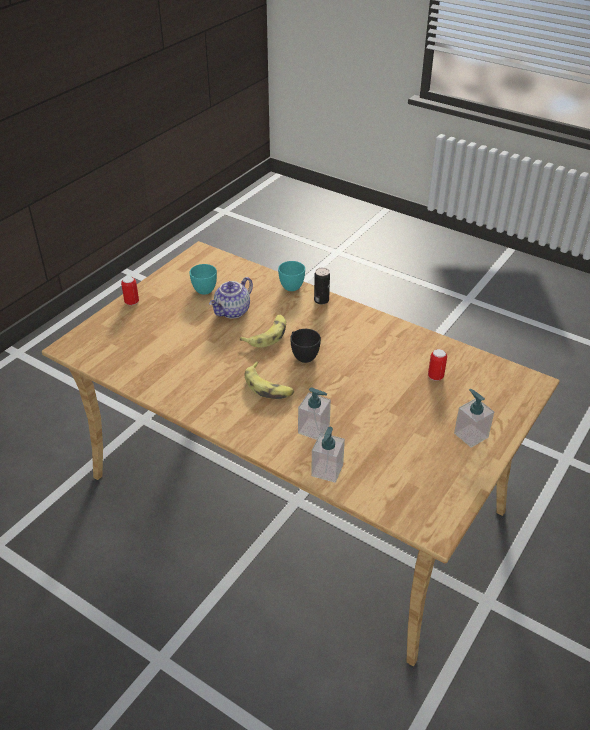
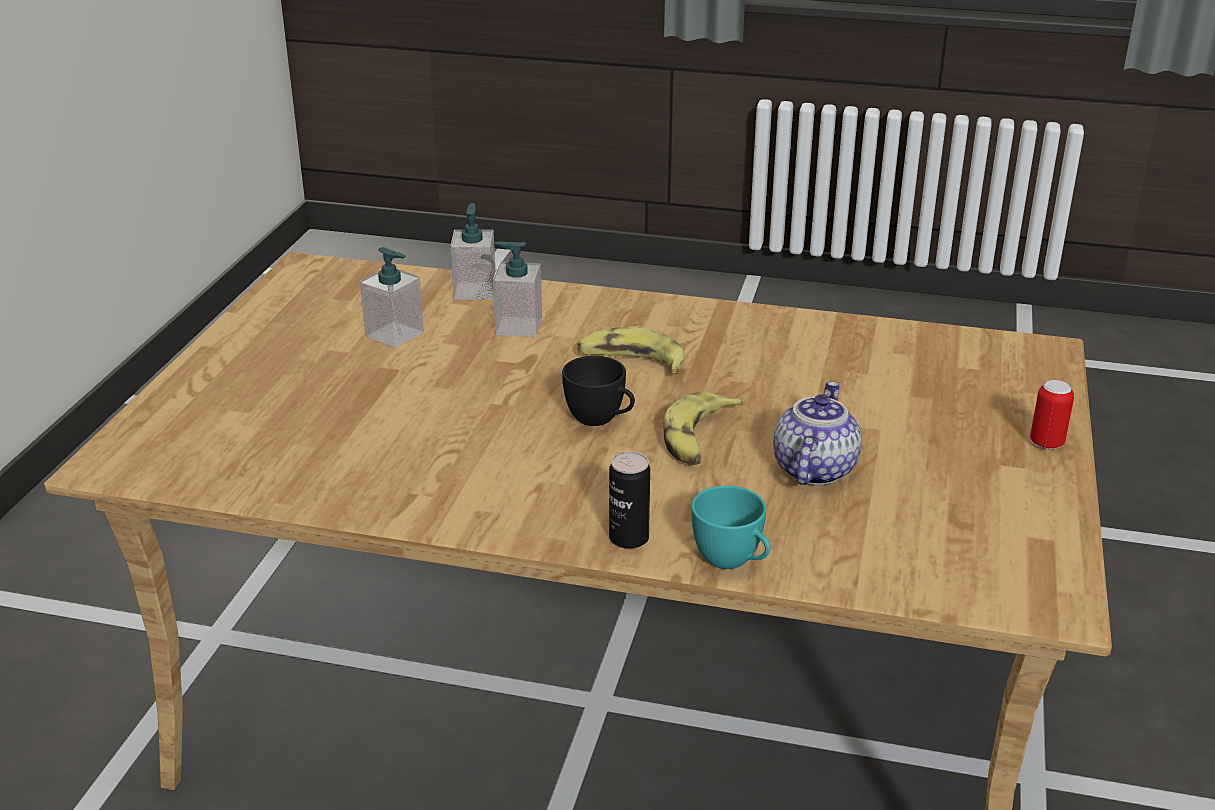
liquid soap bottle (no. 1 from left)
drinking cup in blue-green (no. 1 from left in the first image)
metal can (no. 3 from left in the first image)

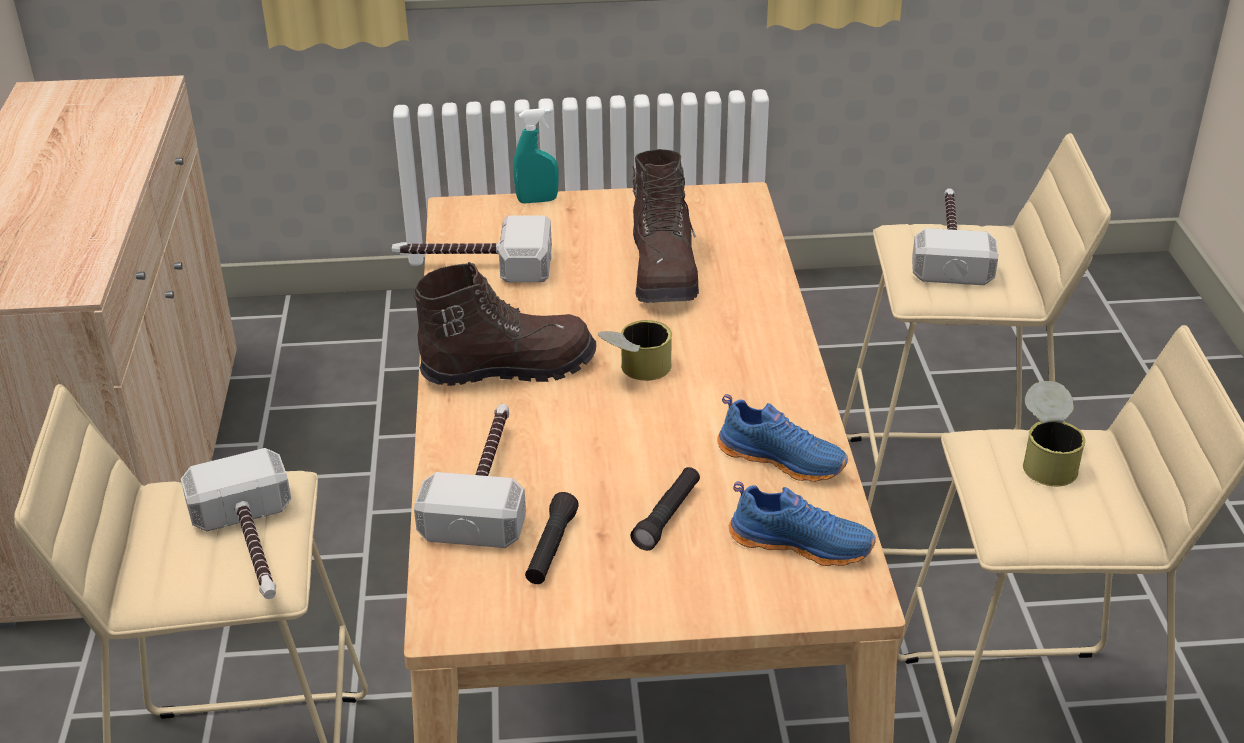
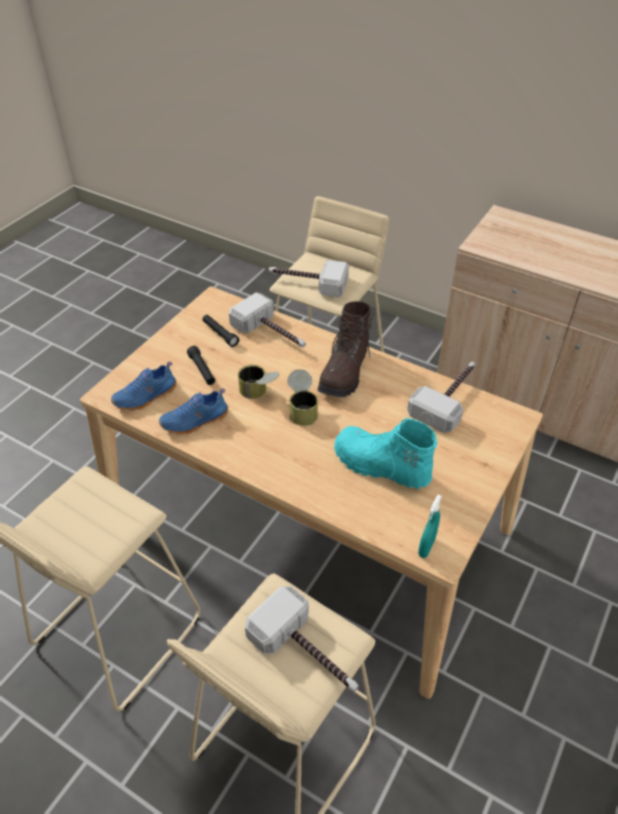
metal can (no. 1 from left)
high-top boot in blue-green
sprayer in blue-green

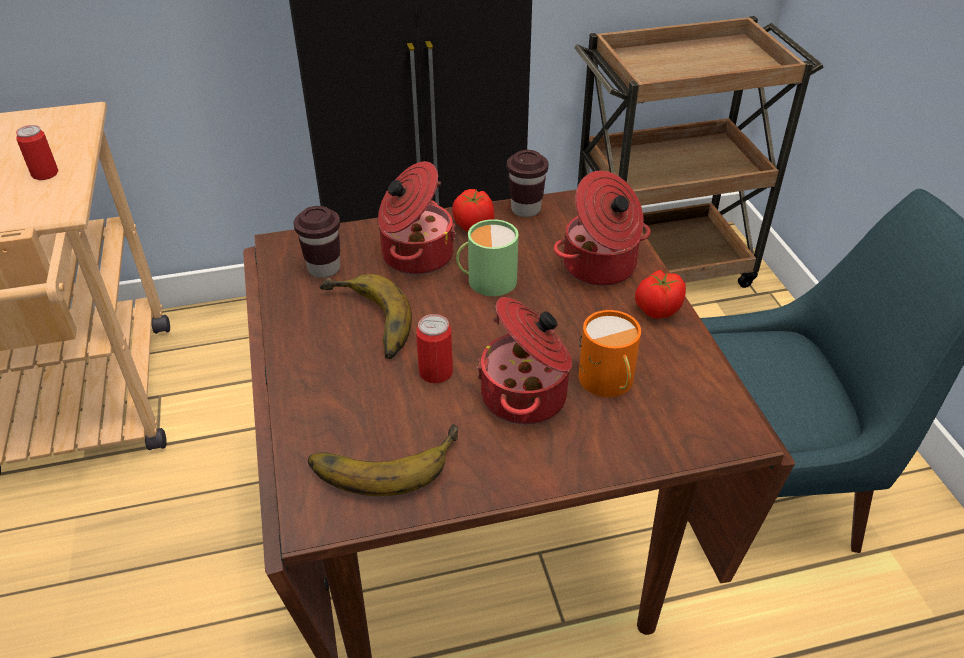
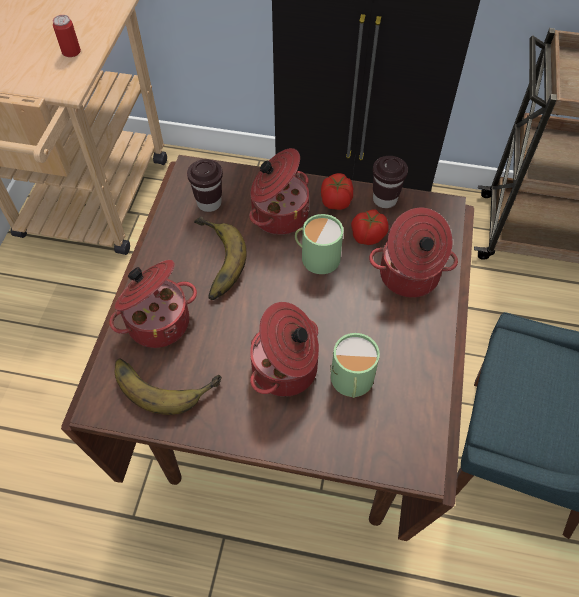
stockpot (no. 1 from left)
coffee mug in green-coloured (no. 2 from left)
fresh tomato (no. 2 from left)
metal can (no. 2 from left in the first image)

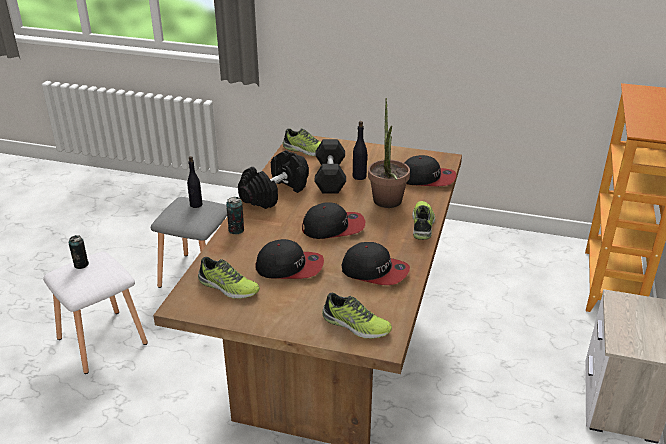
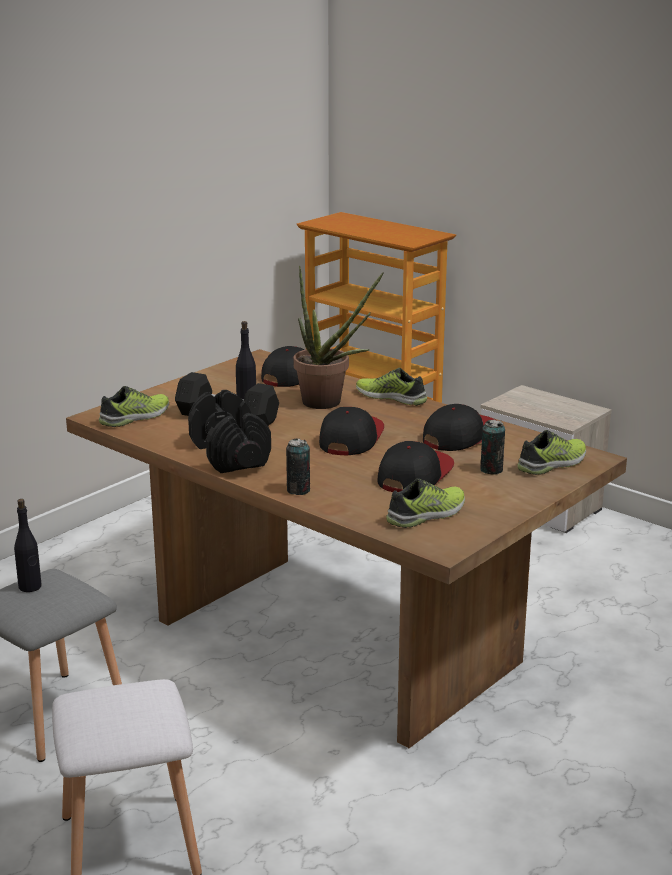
metal can (no. 2 from left)

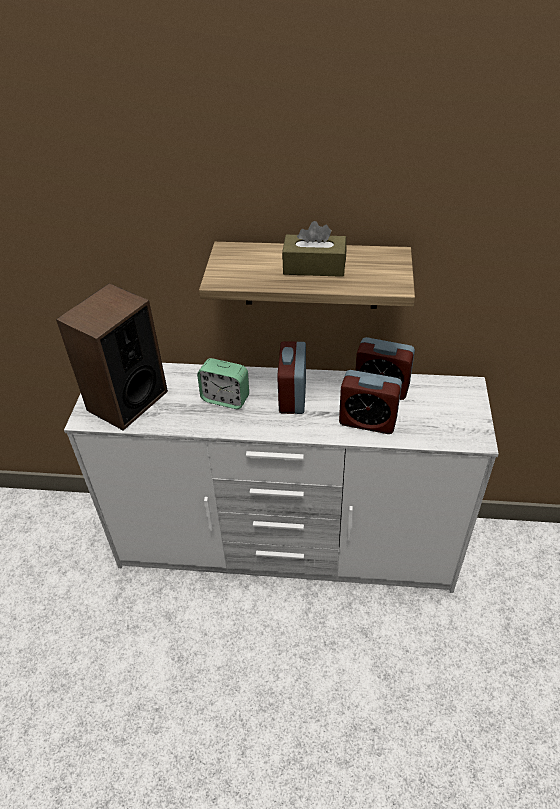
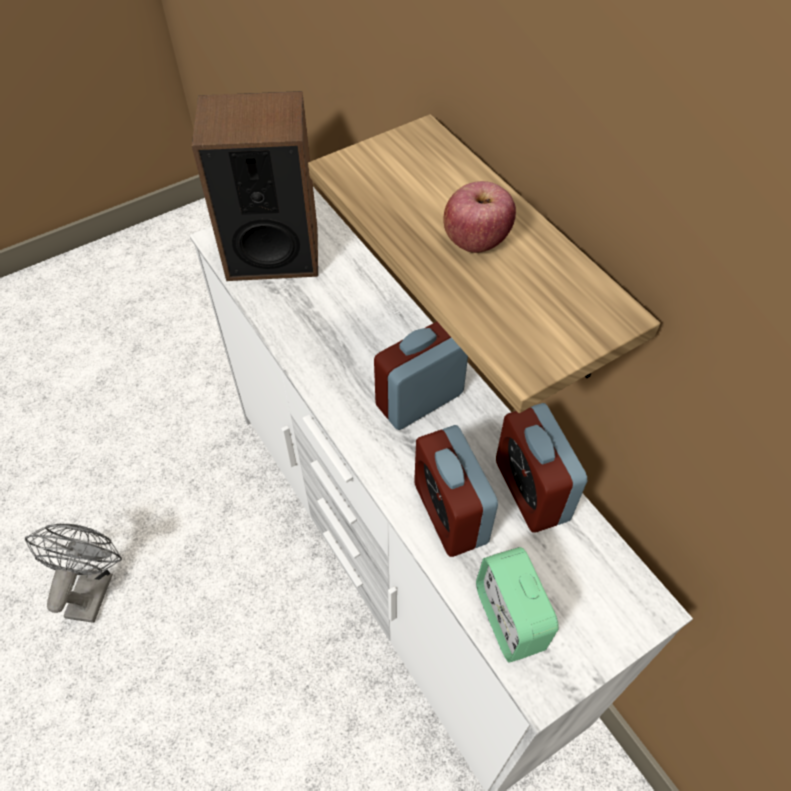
electric fan in gray
apple fruit
bedside clock (no. 3 from left)

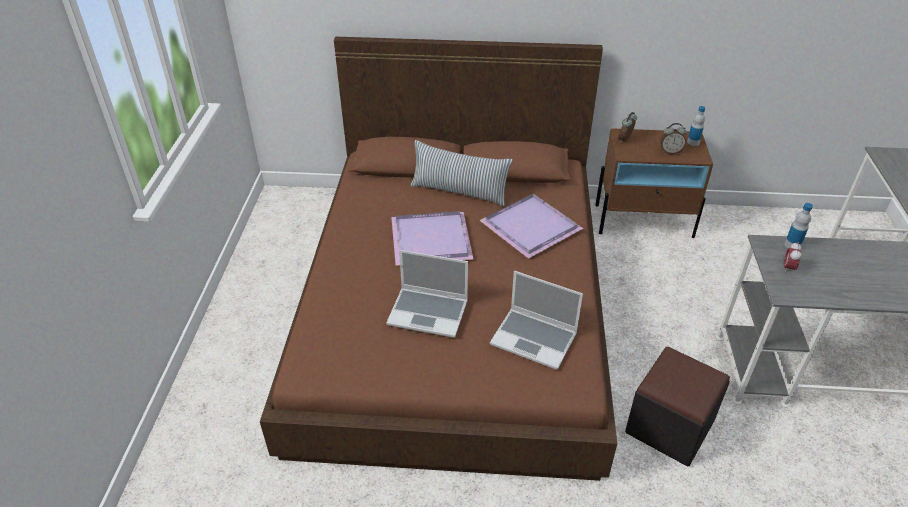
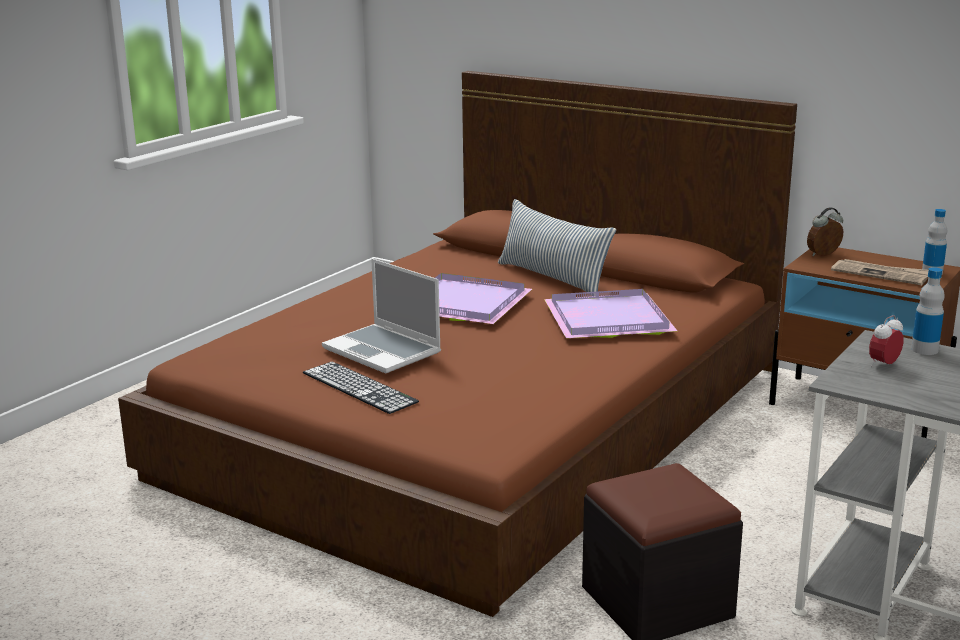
keyboard
daily paper
notebook computer (no. 2 from left in the first image)

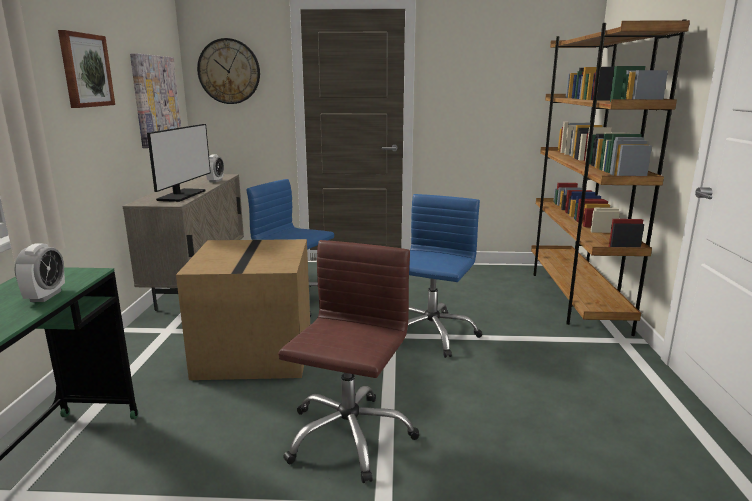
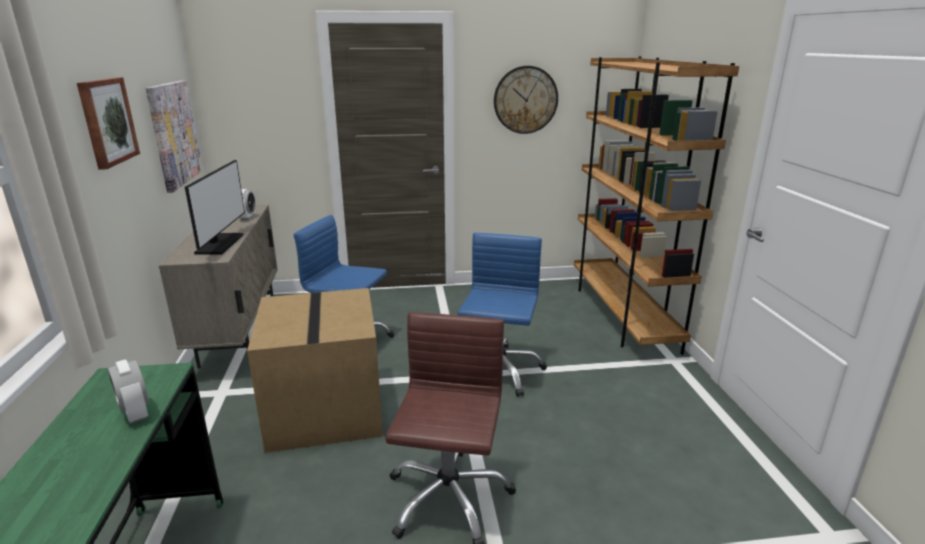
bedside clock (no. 1 from left)
wall clock

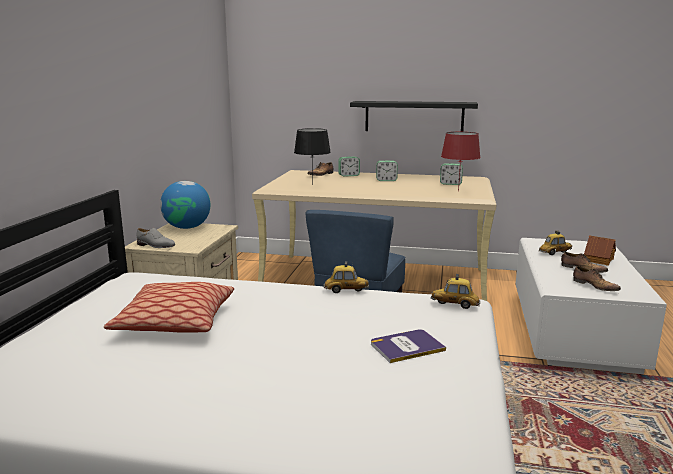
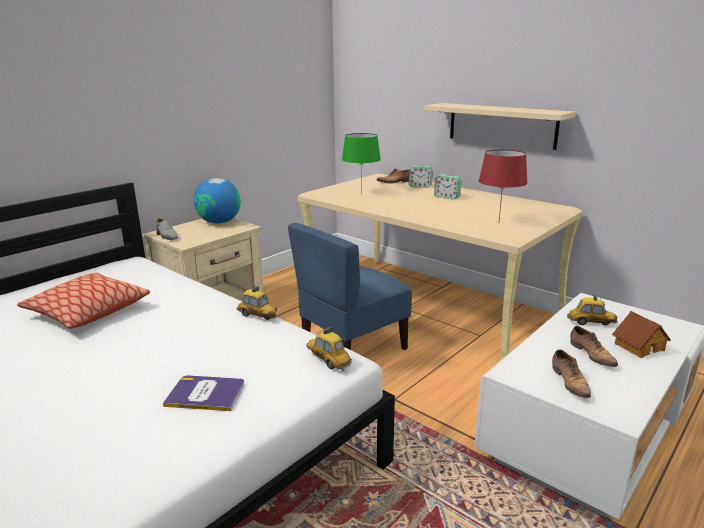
table lamp in green-coloured
wall shelf in beige-coloured
bedside clock (no. 3 from left in the first image)

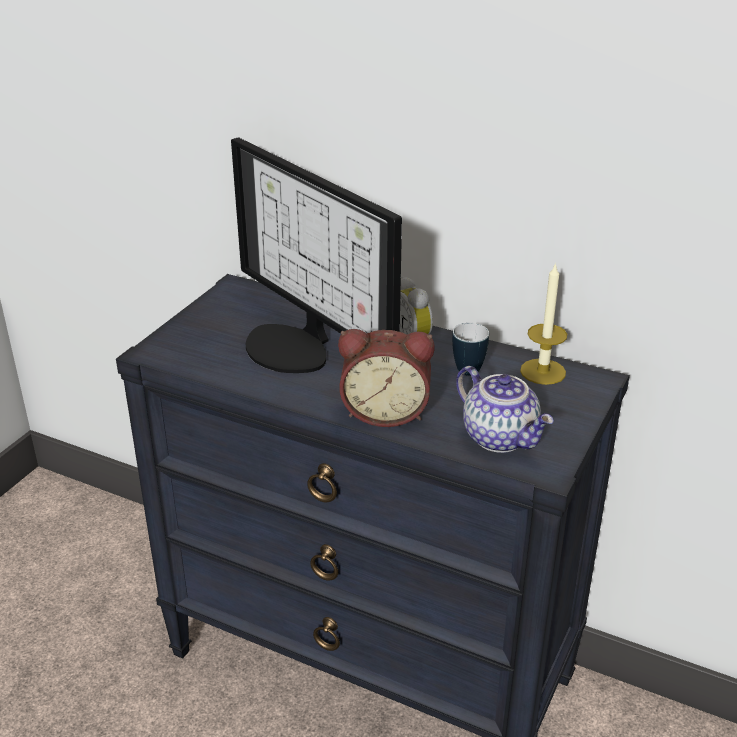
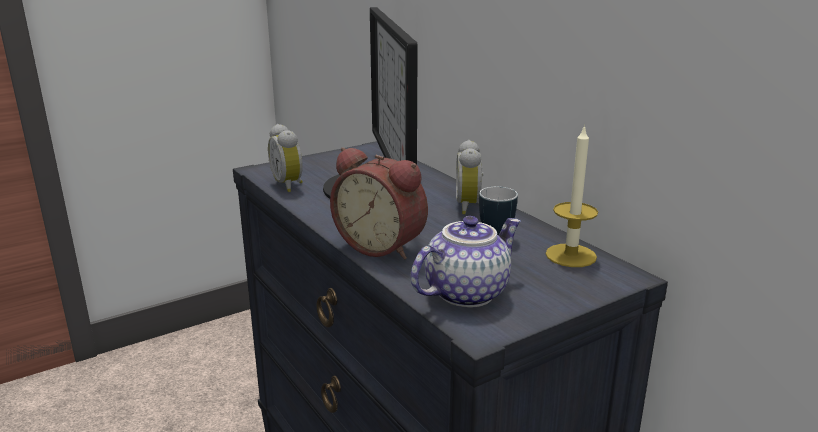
bedside clock (no. 1 from left)
pot for tea

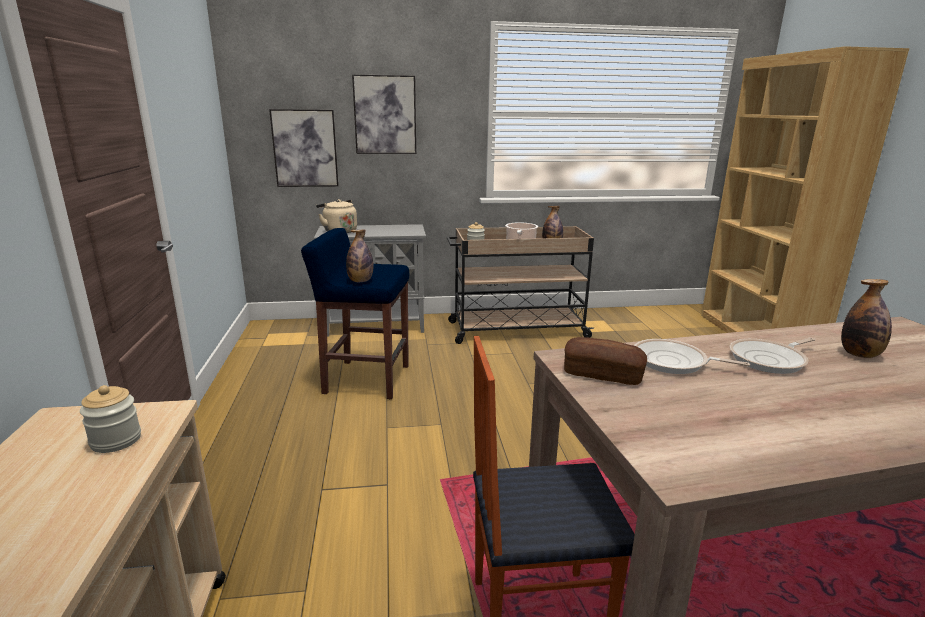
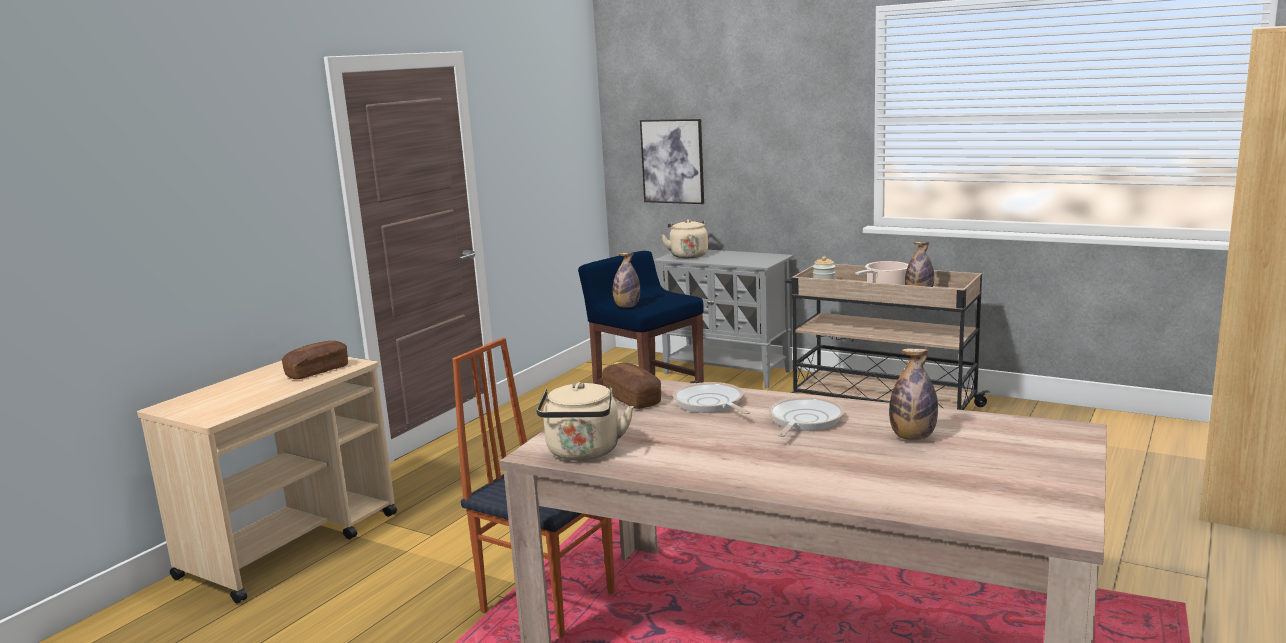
baked bread (no. 1 from left)
water kettle in beige-coloured (no. 1 from left)
frying pan (no. 2 from left)
picture (no. 2 from left in the first image)

